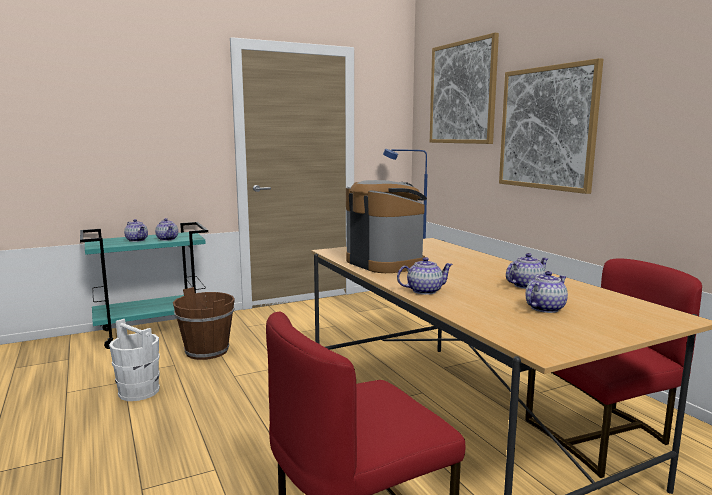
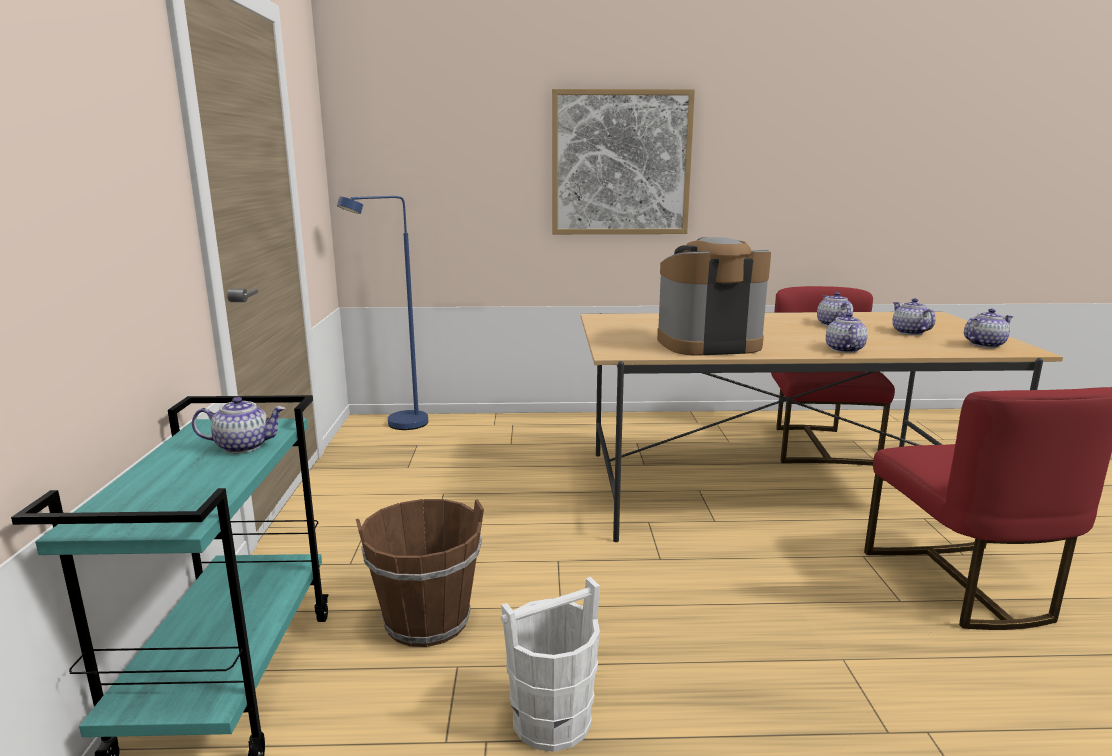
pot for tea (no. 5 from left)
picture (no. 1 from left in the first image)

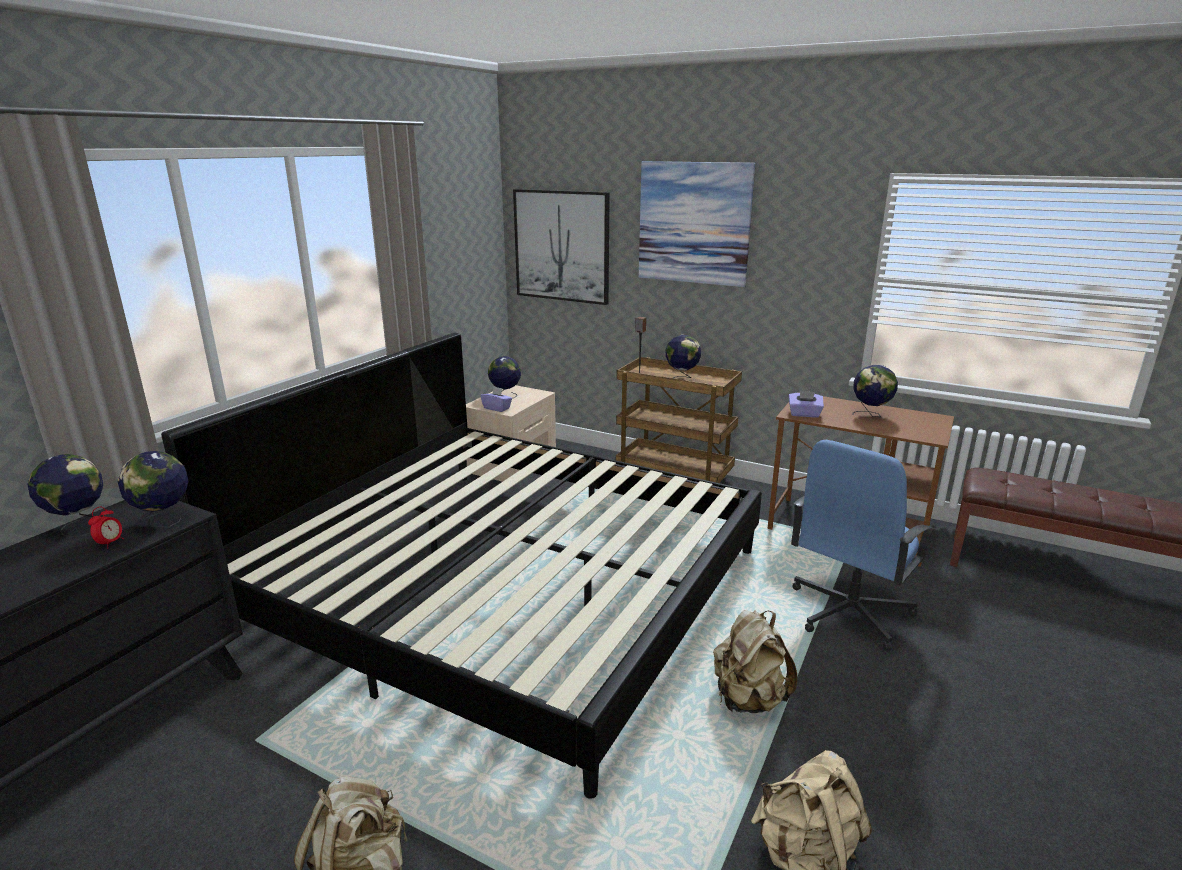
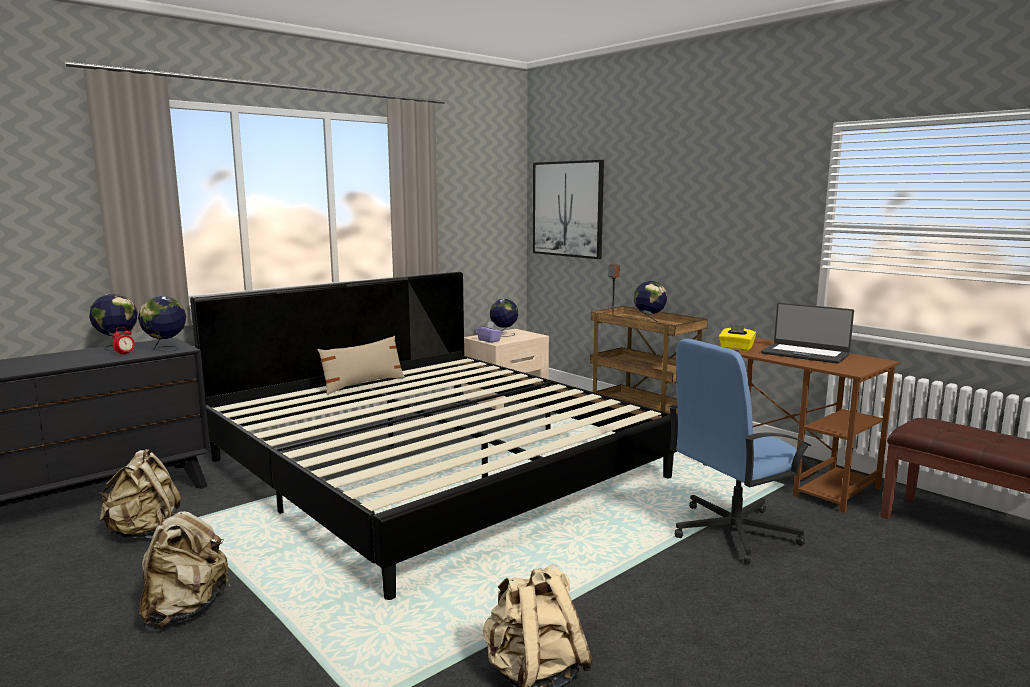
rucksack in beige-coloured (no. 1 from left)
cushion in beige-coloured
box of tissues in yellowish
notebook computer
picture (no. 2 from left in the first image)

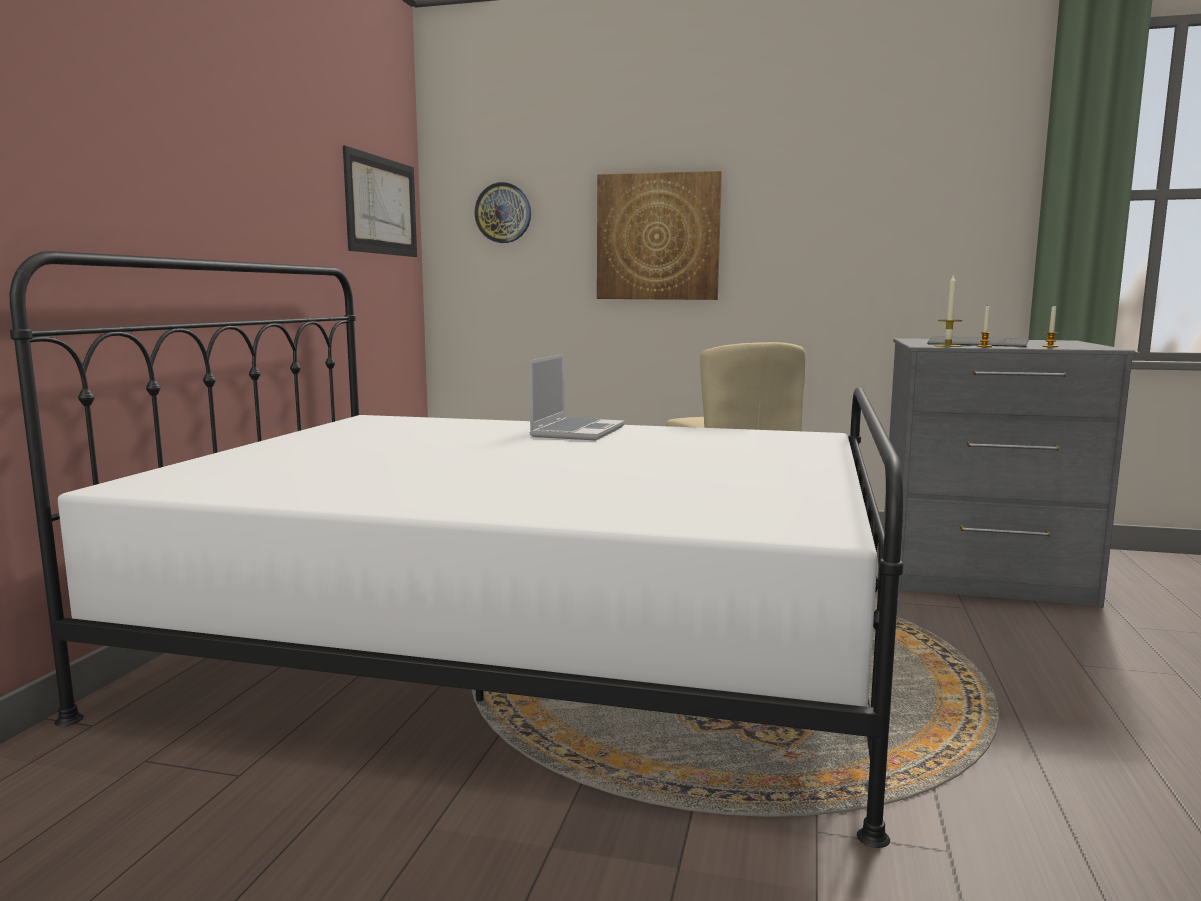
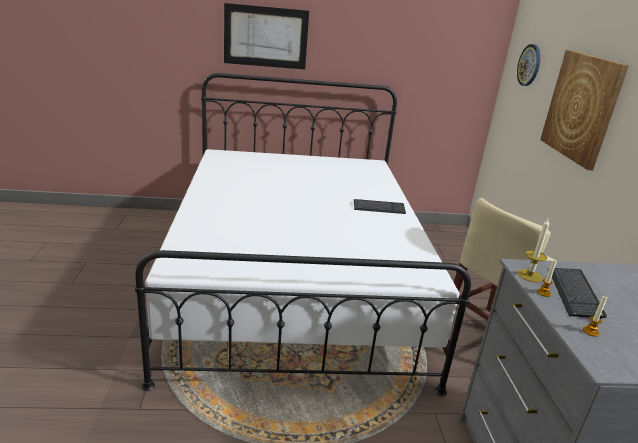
picture (no. 1 from left)
keyboard (no. 1 from left)

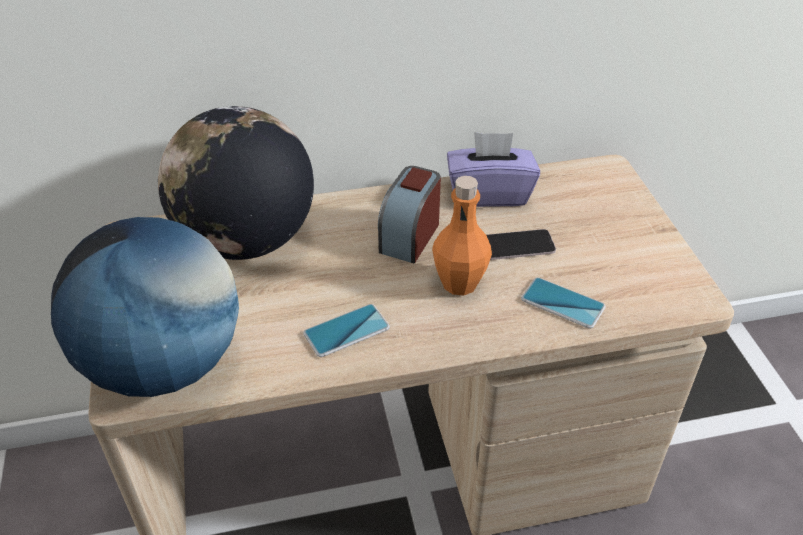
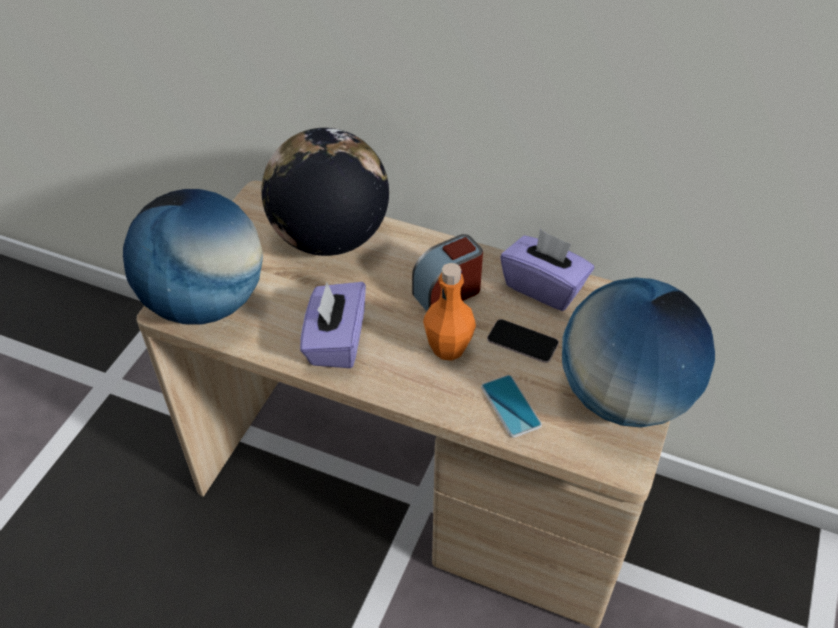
box of tissues in purplish (no. 1 from left)
globe (no. 3 from left)

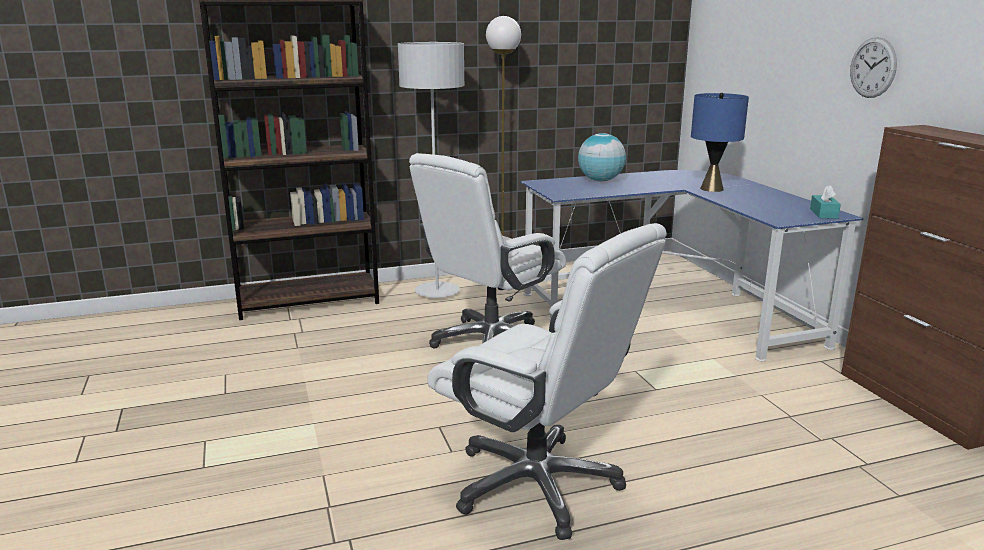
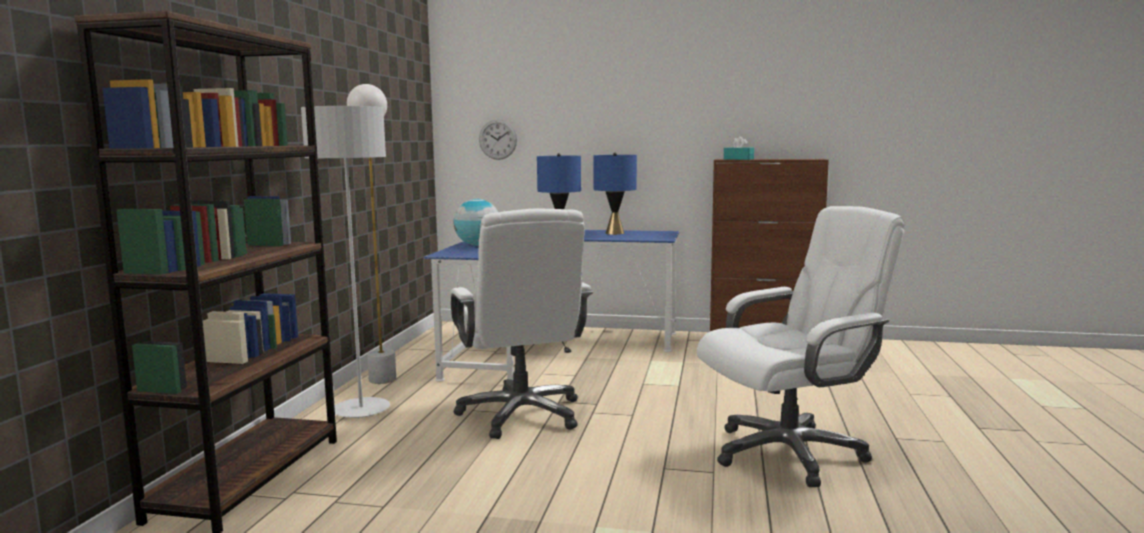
wall clock
table lamp in blue-coloured (no. 2 from left)
box of tissues in blue-green

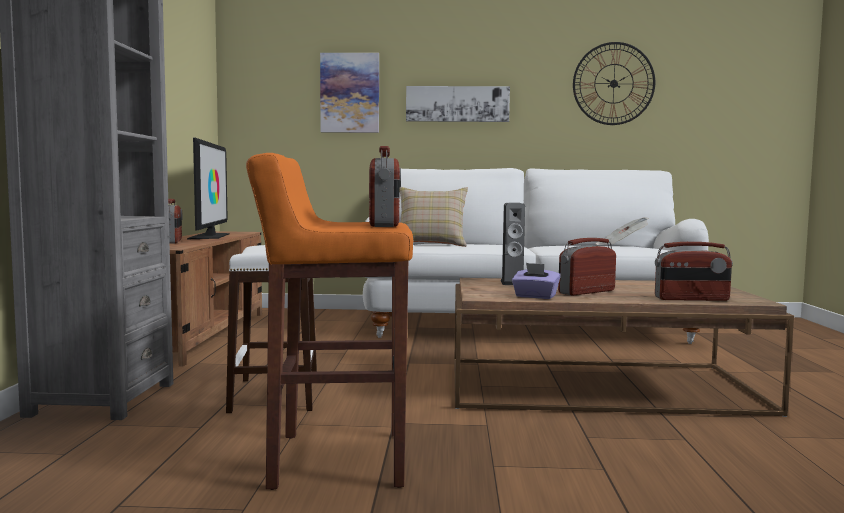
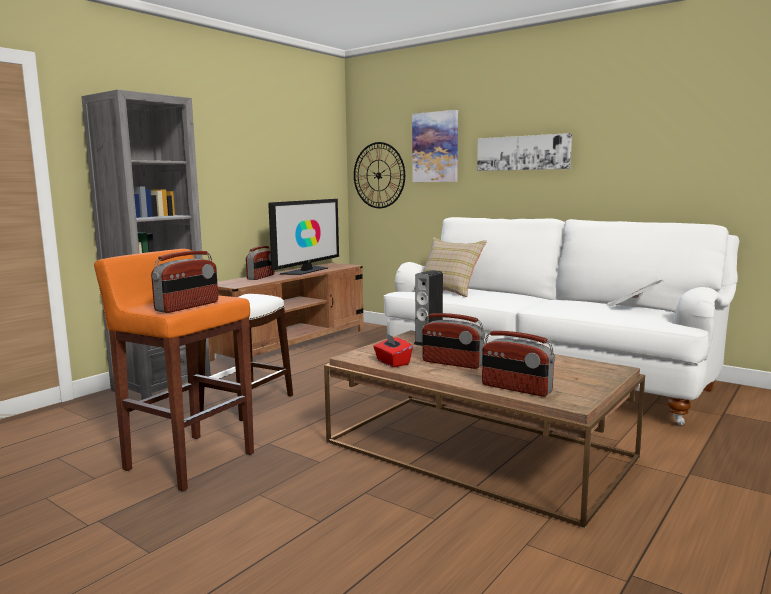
wall clock
box of tissues in reddish
radio set (no. 3 from left)

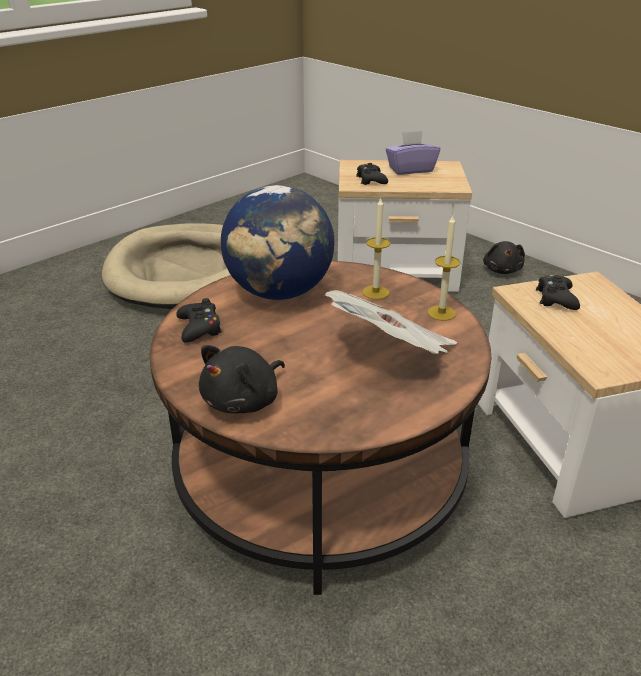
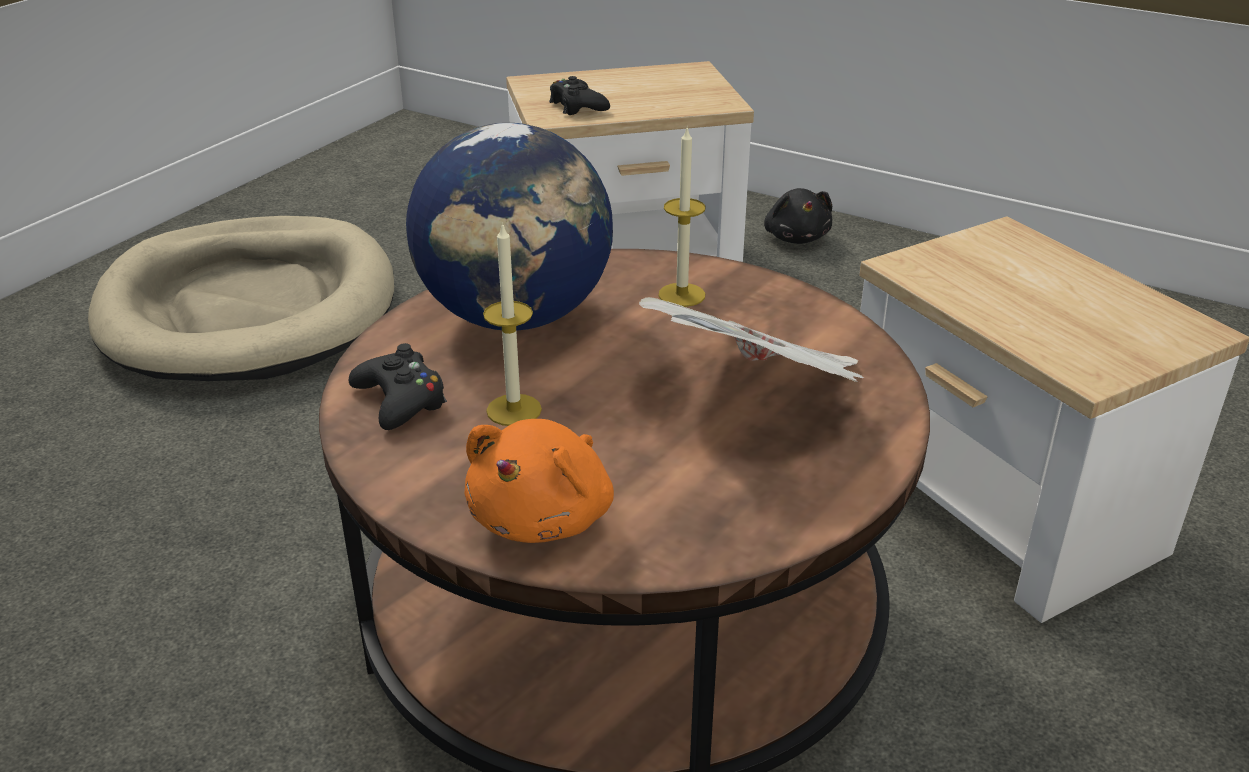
cuddly toy in orangey
wax light (no. 1 from left)
box of tissues in purplish
game controller in black-coloured (no. 3 from left in the first image)

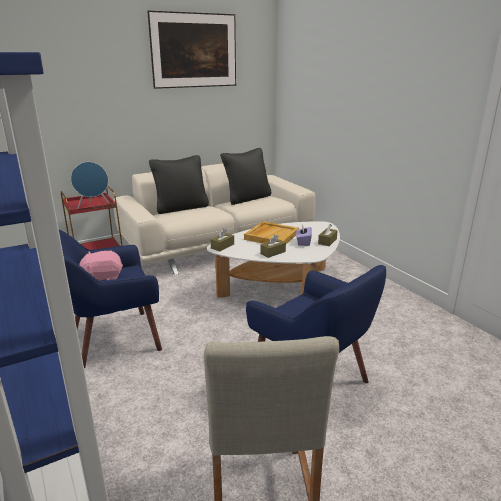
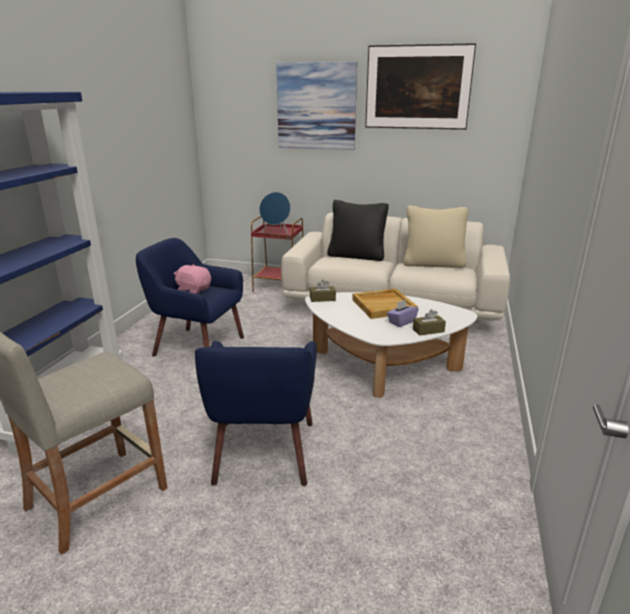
picture (no. 1 from left)
cushion in beige-coloured
box of tissues in brownish (no. 2 from left in the first image)

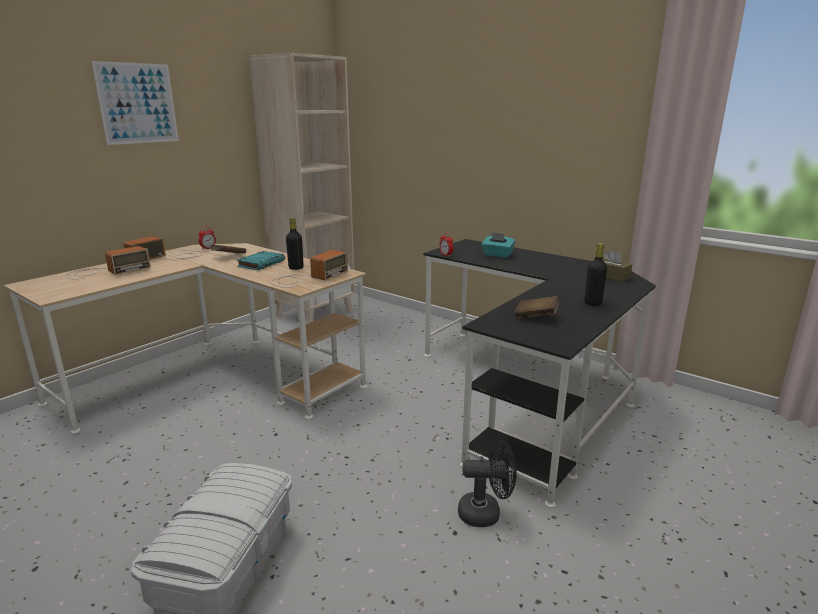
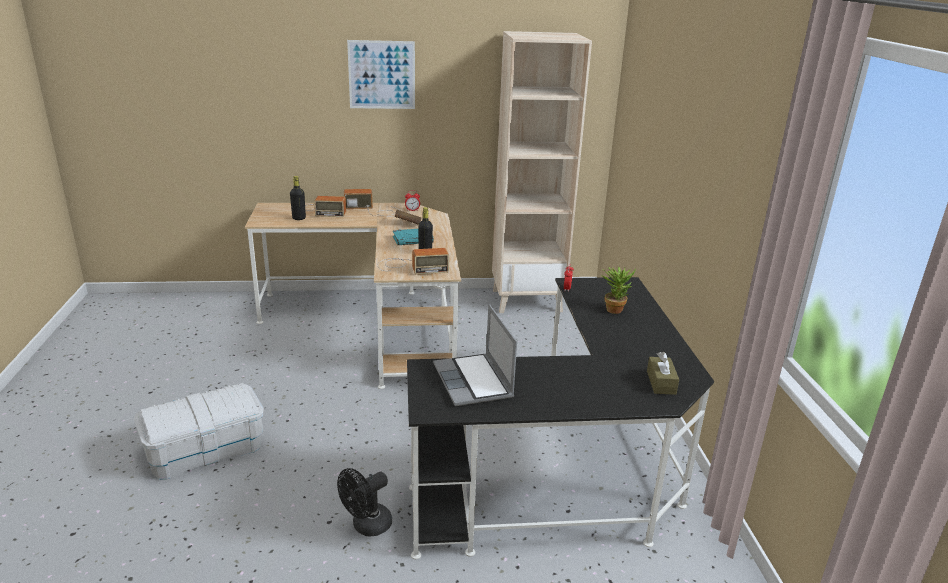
drink bottle in black-coloured (no. 1 from left)
electric fan in black-coloured
notebook computer
houseplant

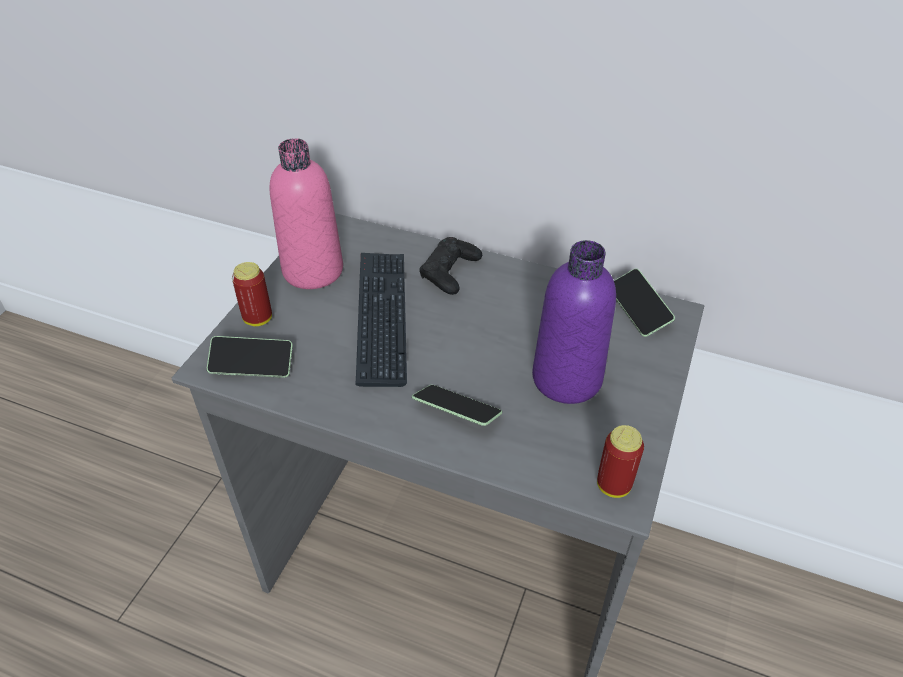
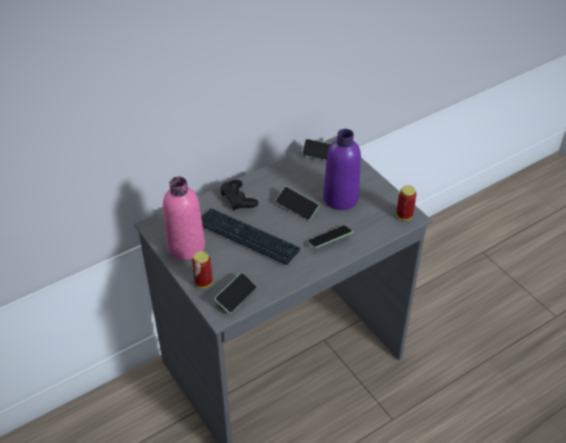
telephone (no. 2 from left)

